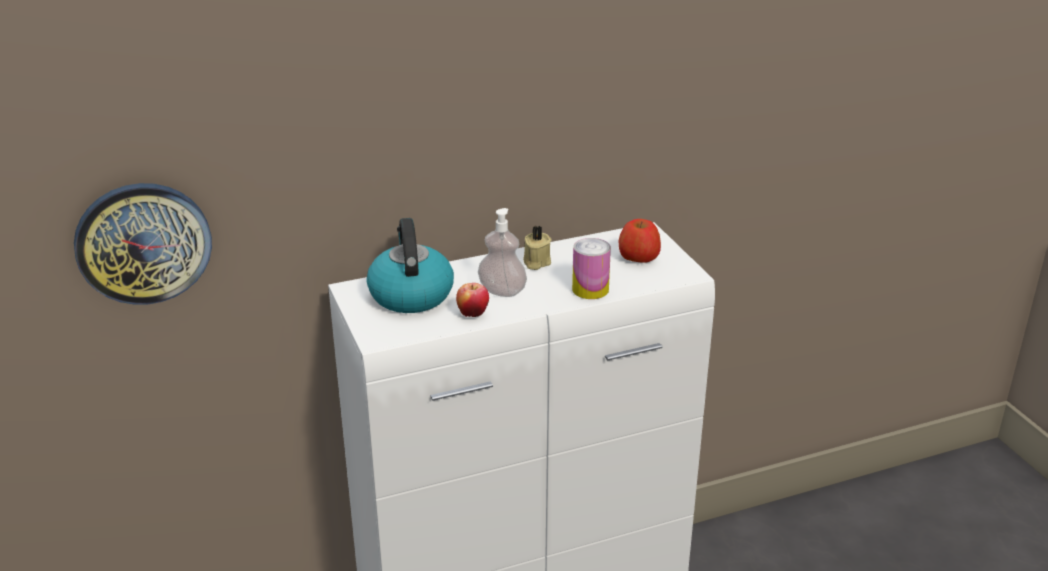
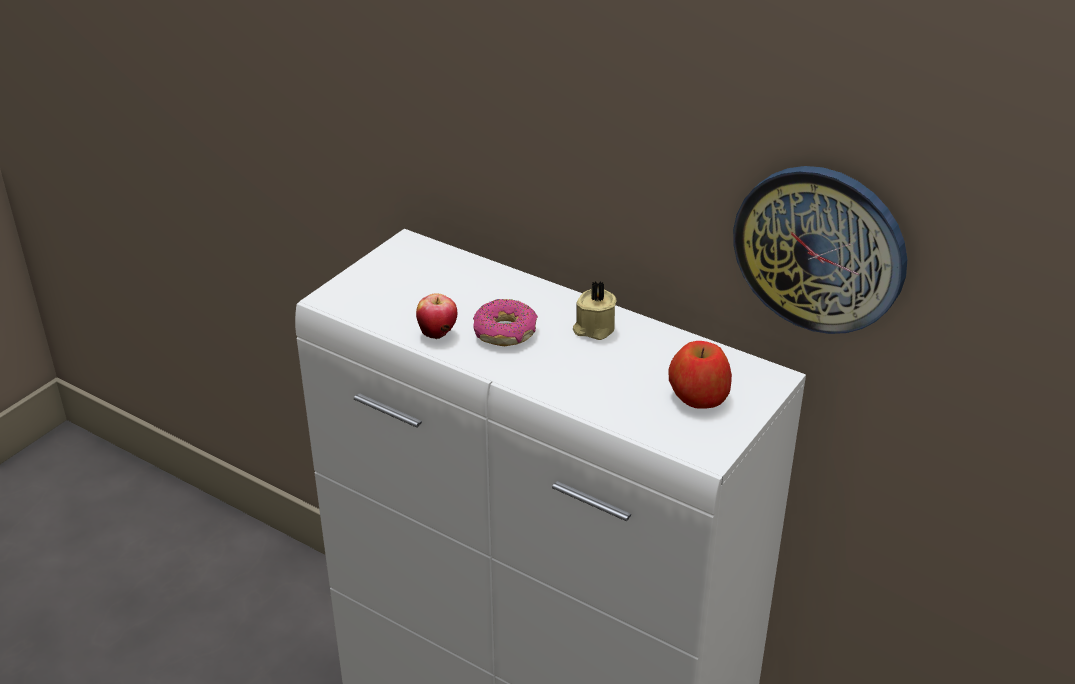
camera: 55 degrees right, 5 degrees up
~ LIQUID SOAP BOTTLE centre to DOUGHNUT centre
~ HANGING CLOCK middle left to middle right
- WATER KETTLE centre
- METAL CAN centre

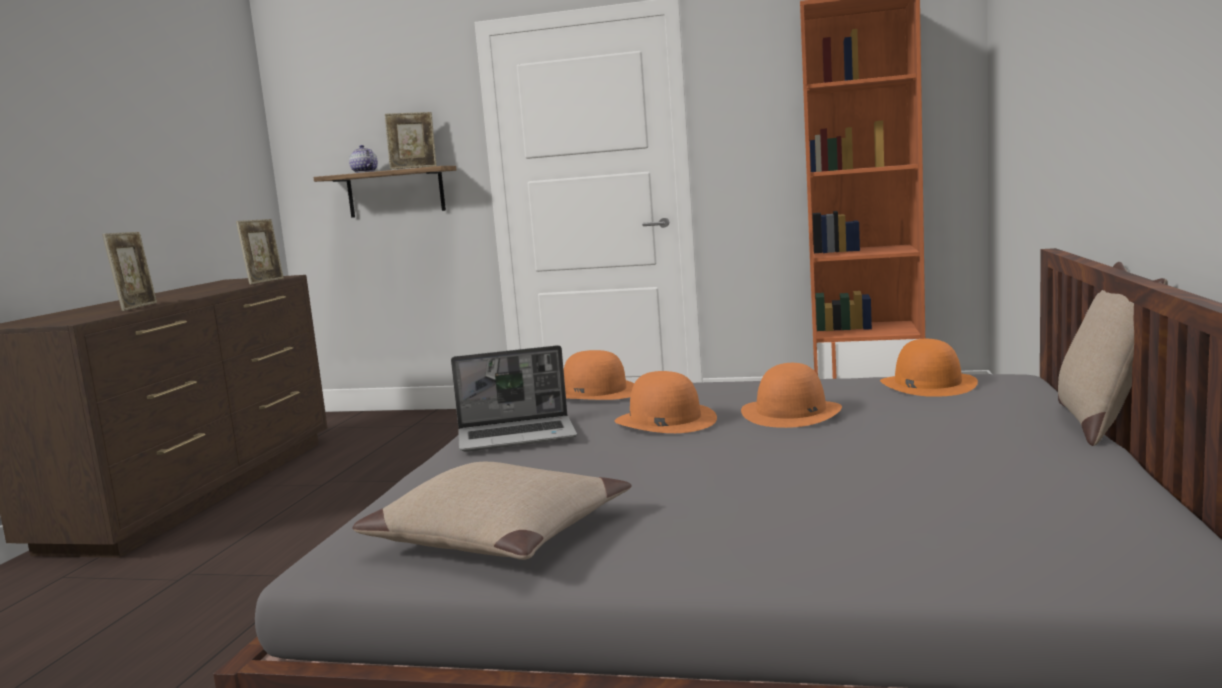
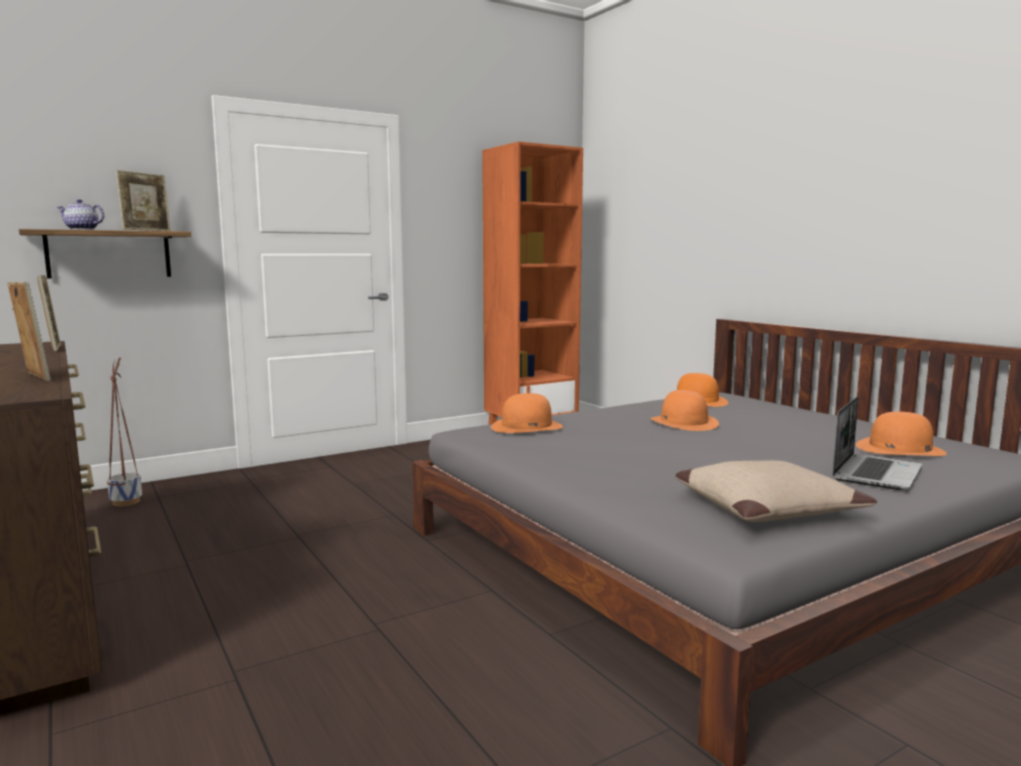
camera: 45 degrees left, 0 degrees up
+ PLANTER middle left
~ PORTABLE COMPUTER centre to middle right
~ ORANGE-COLOURED CLOTHING HAT (2nd from left in the first image) centre to ORANGE-COLOURED CLOTHING HAT (4th from left) middle right
- BEIGE-COLOURED CUSHION (2nd from left) middle right

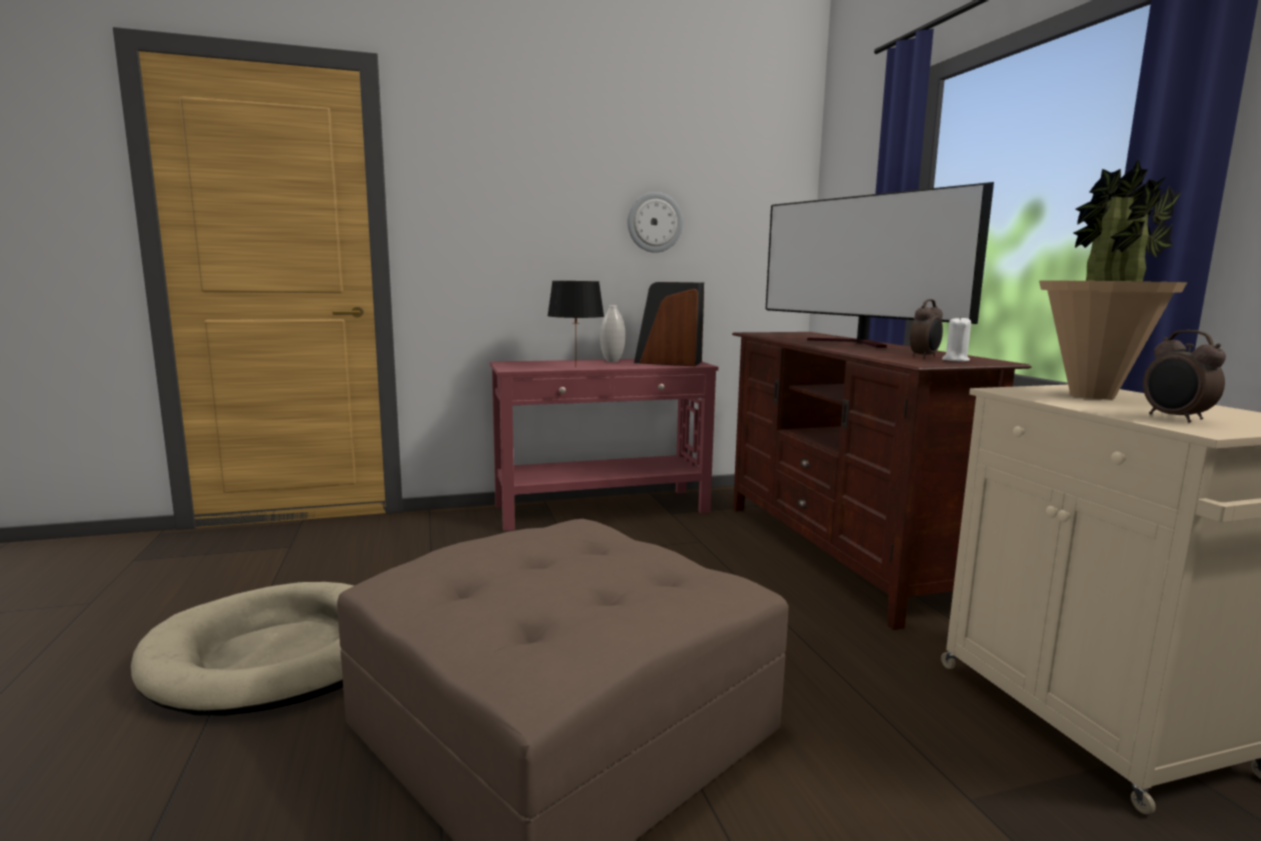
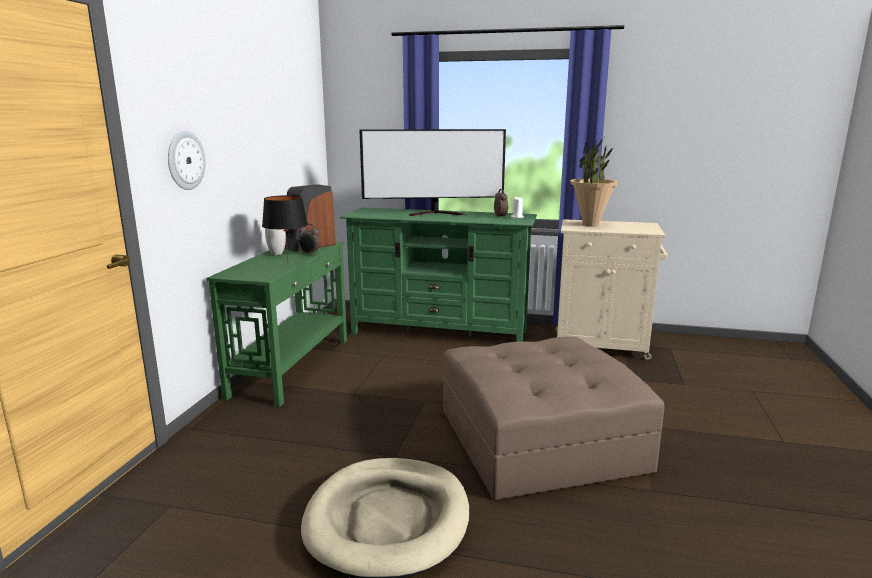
camera: 60 degrees left, 5 degrees up
~ HANGING CLOCK top centre to top left
~ REDDISH CONSOLE TABLE centre to GREENISH CONSOLE TABLE middle left
~ TABLE CLOCK (2nd from left in the first image) middle right to TABLE CLOCK (1st from left) centre
~ BROWN TV STAND middle right to GREENISH TV STAND centre

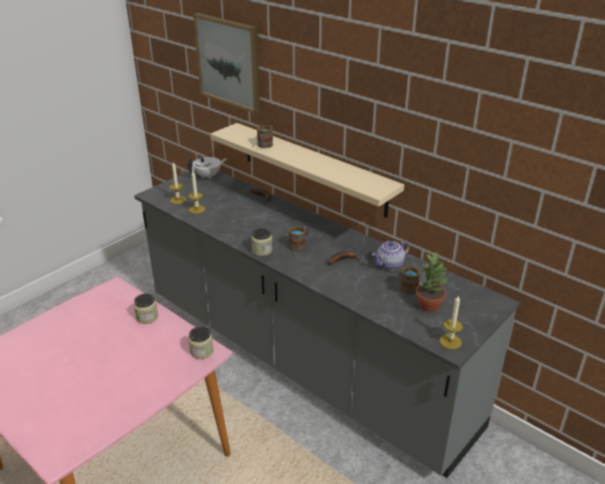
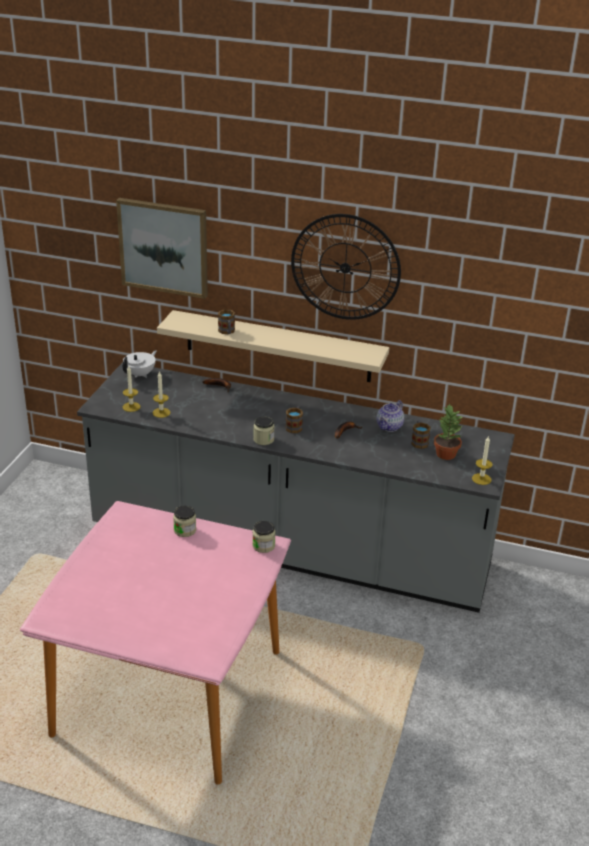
camera: 25 degrees left, 0 degrees up
+ HANGING CLOCK top centre

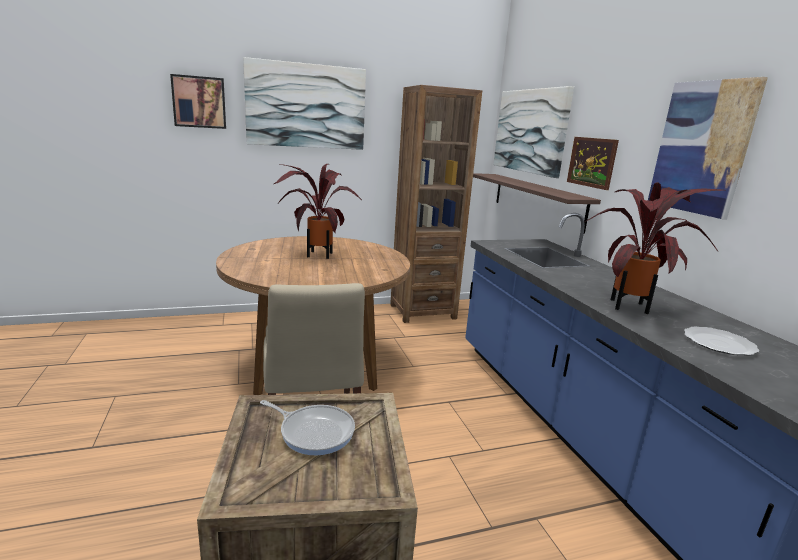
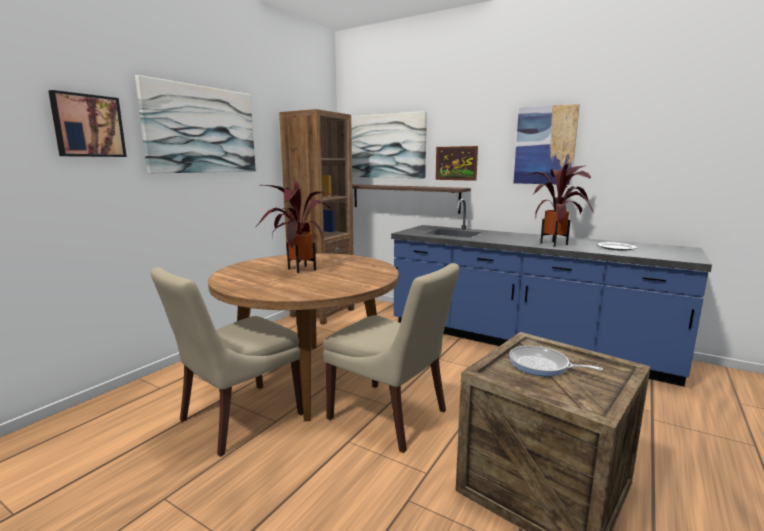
camera: 40 degrees left, 5 degrees down
+ BEIGE-COLOURED PLAIN CHAIR (1st from left) bottom left
~ SKILLET bottom centre = bottom right 135 degrees counterclockwise

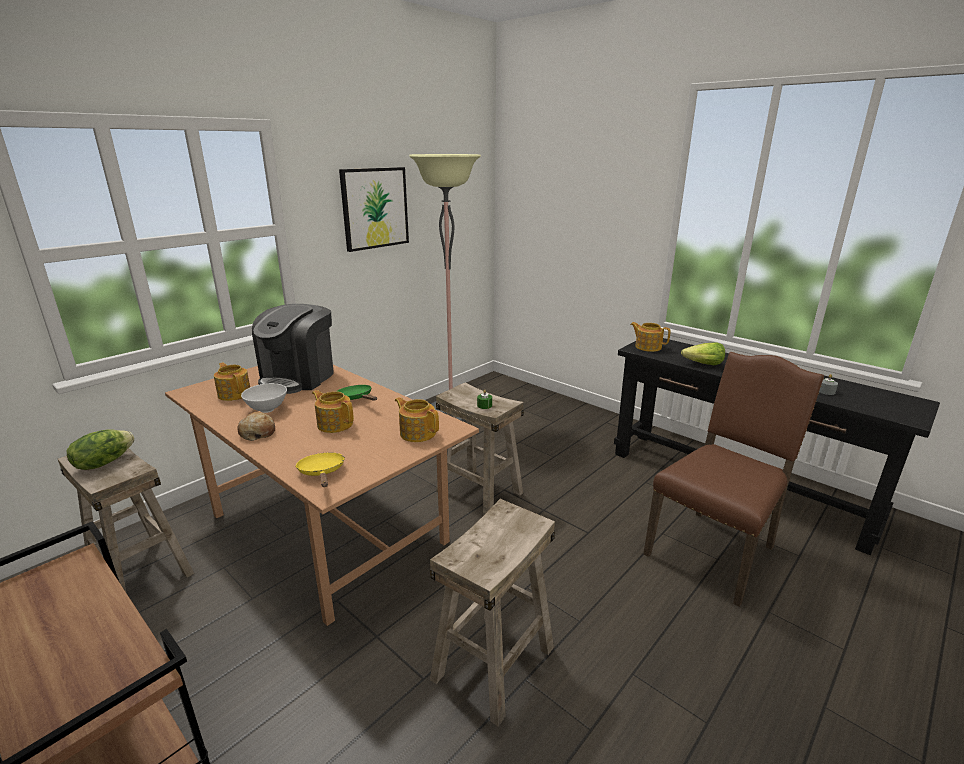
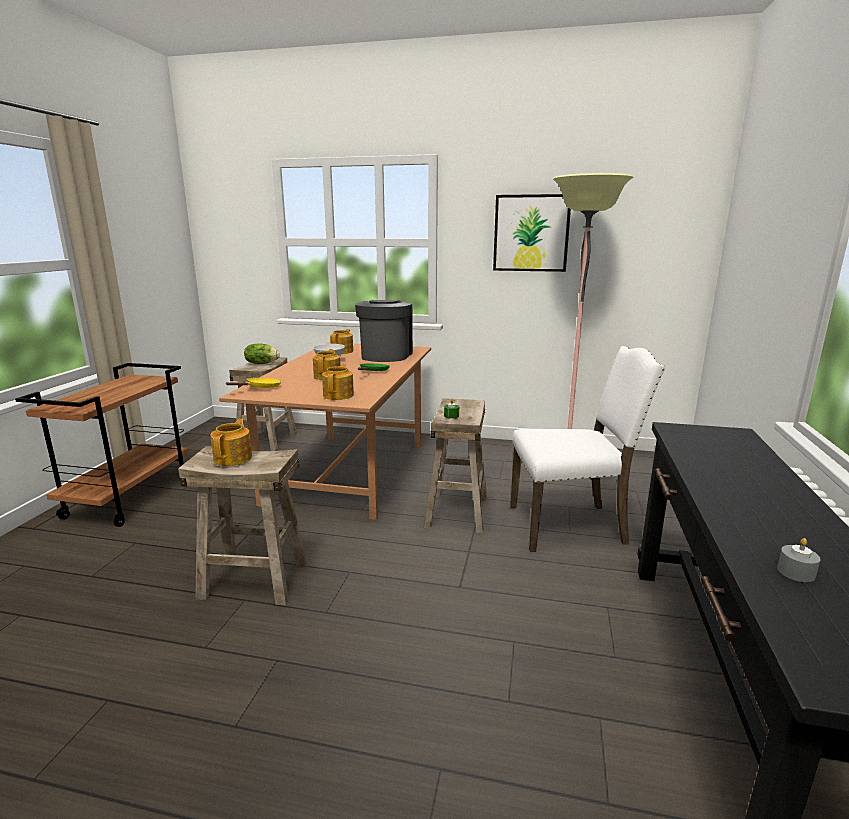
camera: 60 degrees right, 5 degrees down
~ TEAPOT (4th from left in the first image) middle right to TEAPOT (1st from left) middle left
~ COFFEE MACHINE middle left = centre 105 degrees clockwise
+ WHITISH PLAIN CHAIR middle right
- BREAD middle left
- BROWN PLAIN CHAIR middle right
- LETTUCE (2nd from left) middle right

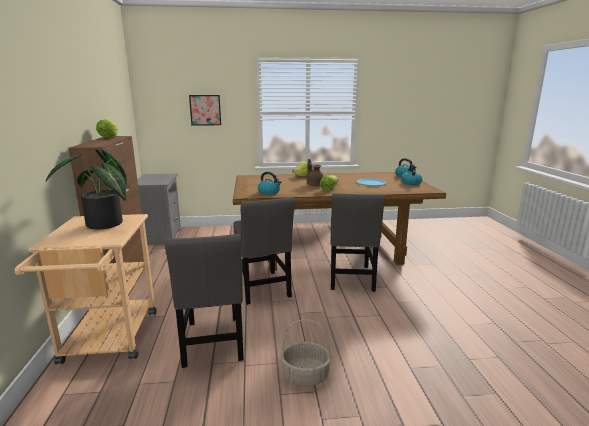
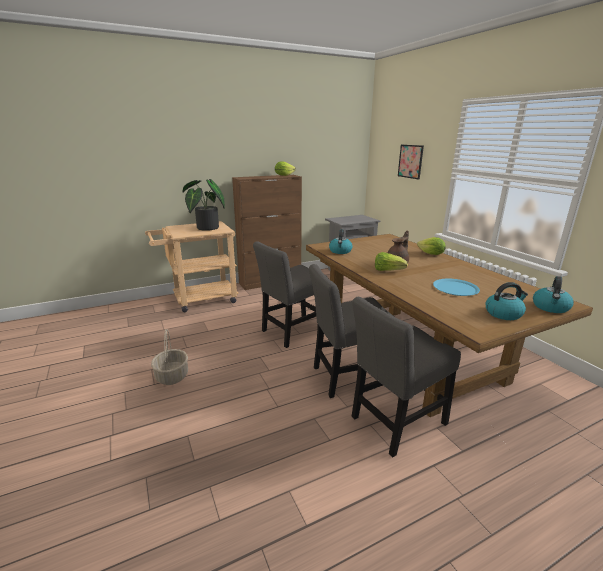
camera: 70 degrees right, 5 degrees up
~ GRAY PLAIN CHAIR (1st from left in the first image) bottom centre to GRAY PLAIN CHAIR (3rd from left) middle right

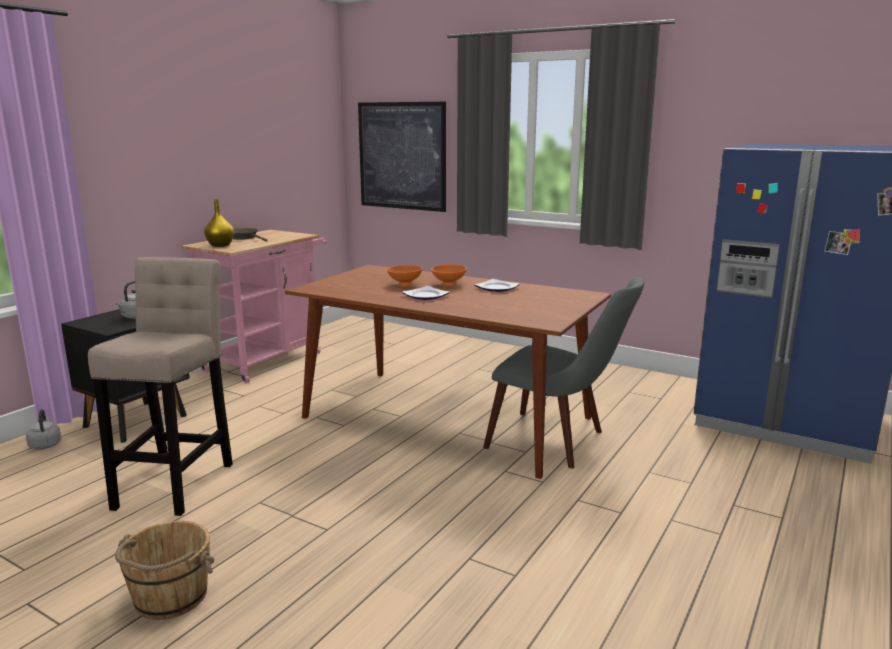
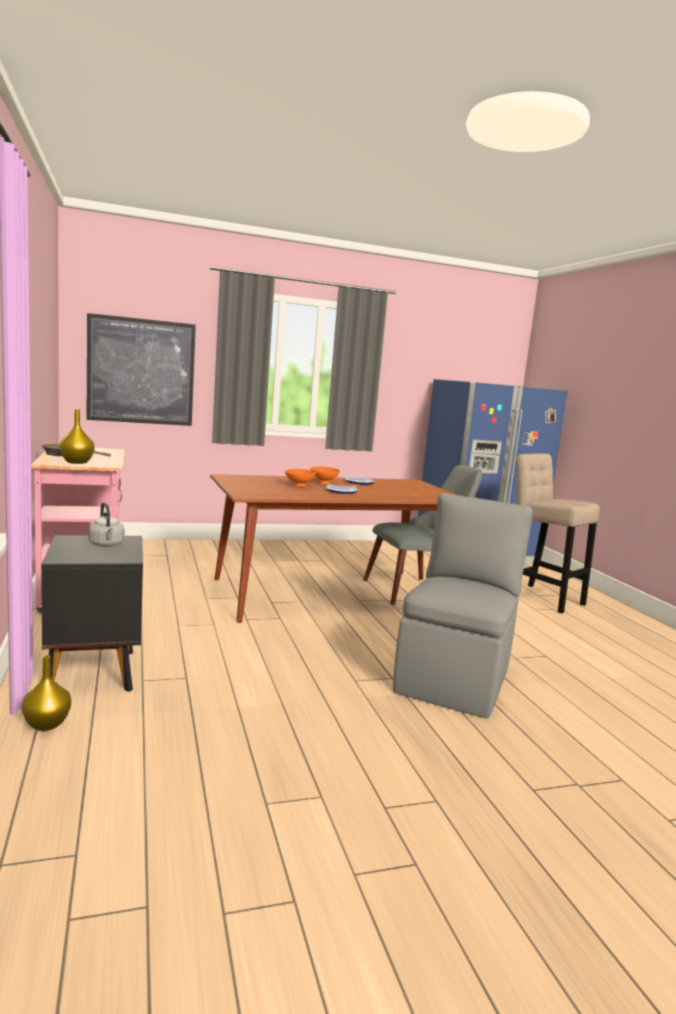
camera: 50 degrees left, 5 degrees down
~ GRAY WATER KETTLE (1st from left) middle left to YELLOW-COLOURED DECORATIVE VASE (1st from left) bottom left
+ GRAY PLAIN CHAIR (2nd from left) middle right
~ BEIGE-COLOURED STOOL middle left to middle right
- BROWN BUCKET bottom left

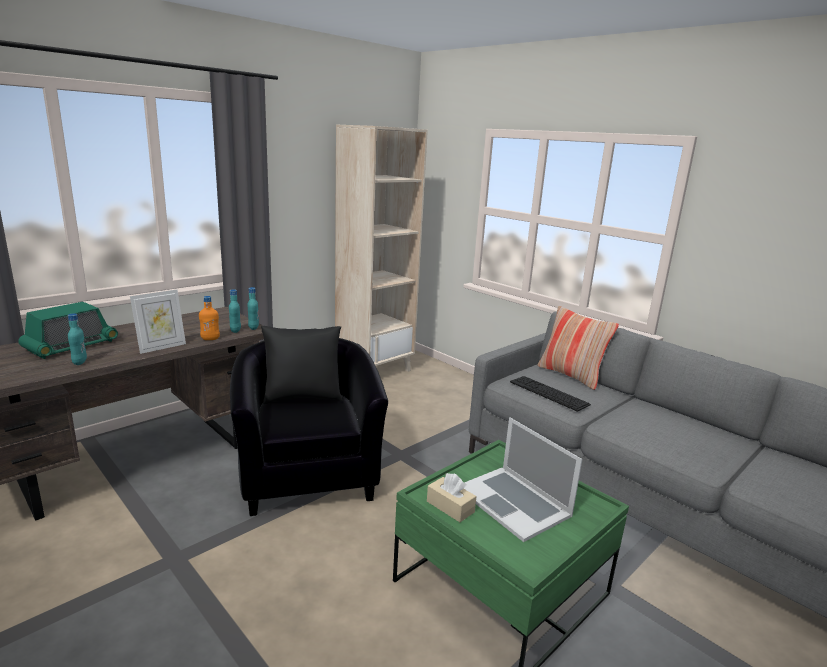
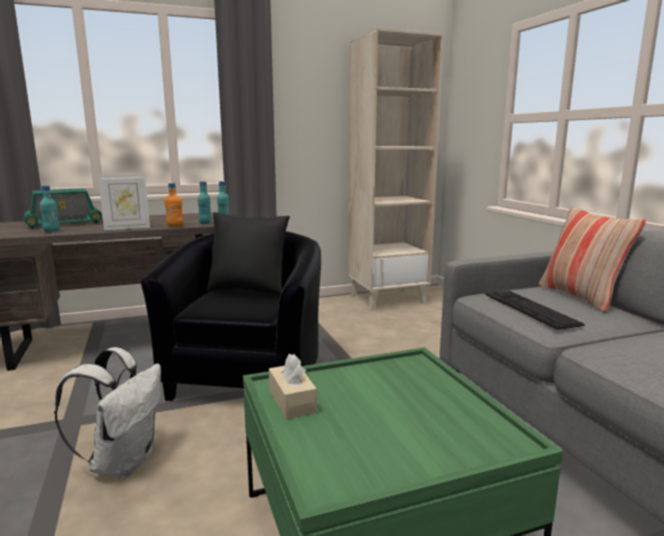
camera: 25 degrees right, 5 degrees down
+ WHITISH RUCKSACK bottom left
- PORTABLE COMPUTER bottom centre

